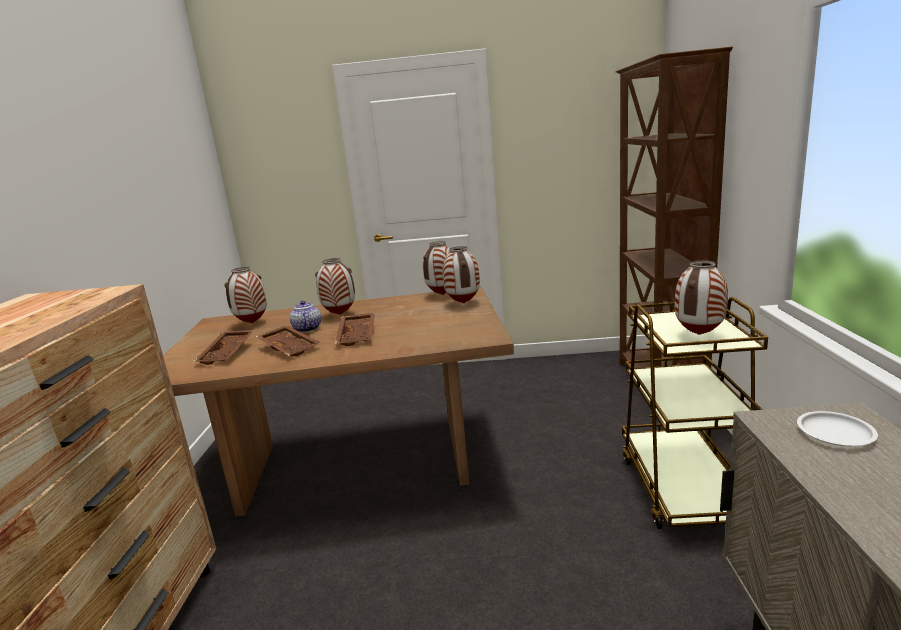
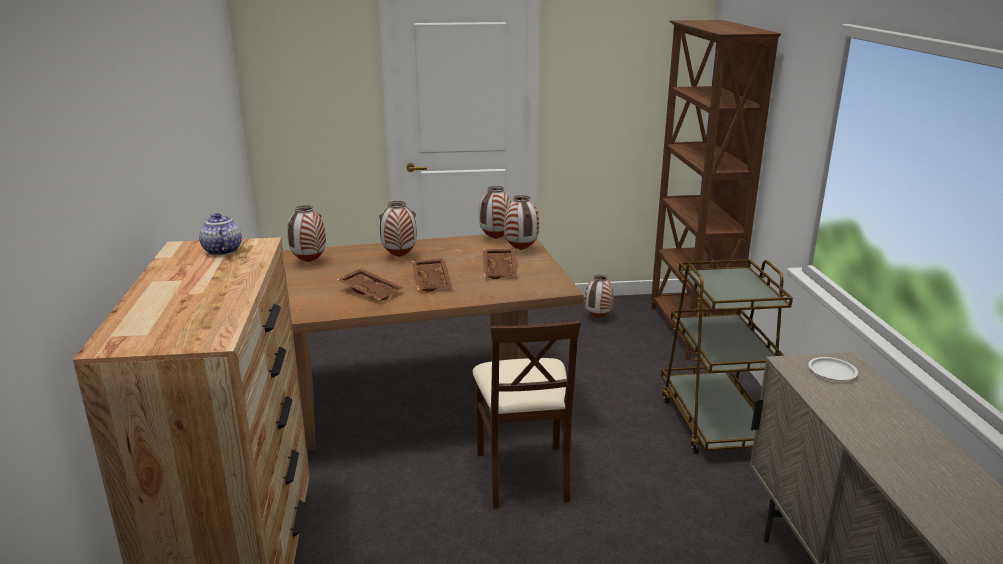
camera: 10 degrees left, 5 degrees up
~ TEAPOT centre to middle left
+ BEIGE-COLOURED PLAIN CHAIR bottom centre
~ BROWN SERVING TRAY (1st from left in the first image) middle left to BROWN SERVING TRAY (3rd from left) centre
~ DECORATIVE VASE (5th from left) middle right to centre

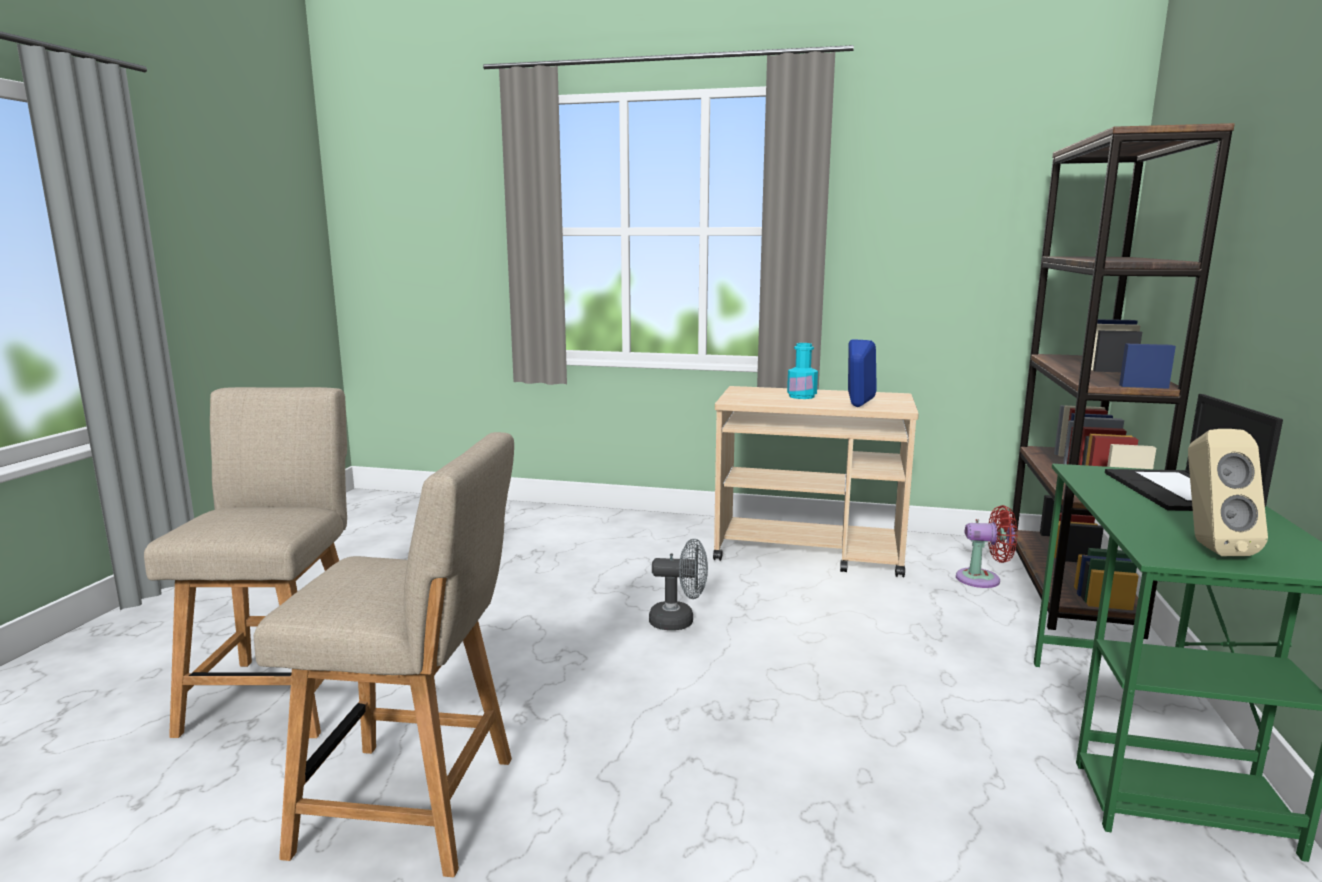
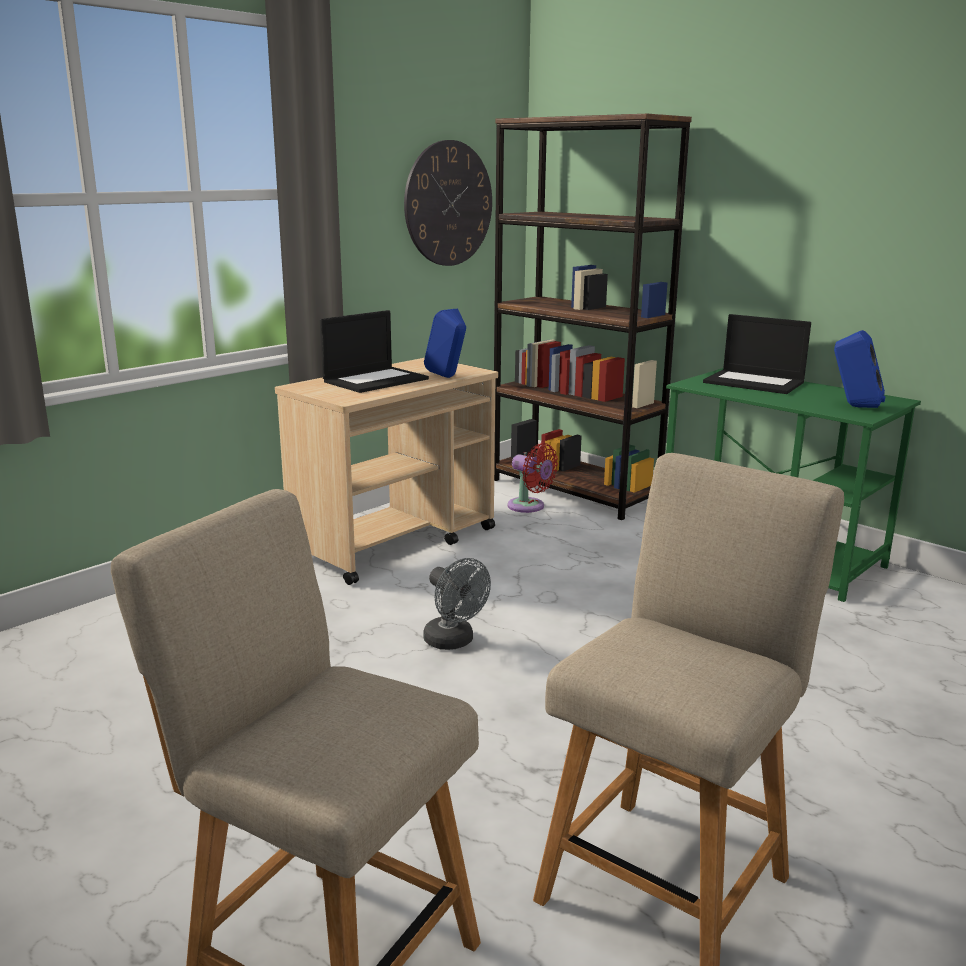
camera: 60 degrees left, 5 degrees up
~ TURQUOISE DRINK BOTTLE centre to PORTABLE COMPUTER (1st from left) centre
+ HANGING CLOCK top centre
~ GRAY FAN centre = centre 105 degrees clockwise
~ REDDISH FAN middle right = centre 90 degrees clockwise
~ BEIGE-COLOURED LOUDSPEAKER middle right to BLUE LOUDSPEAKER (2nd from left) middle right

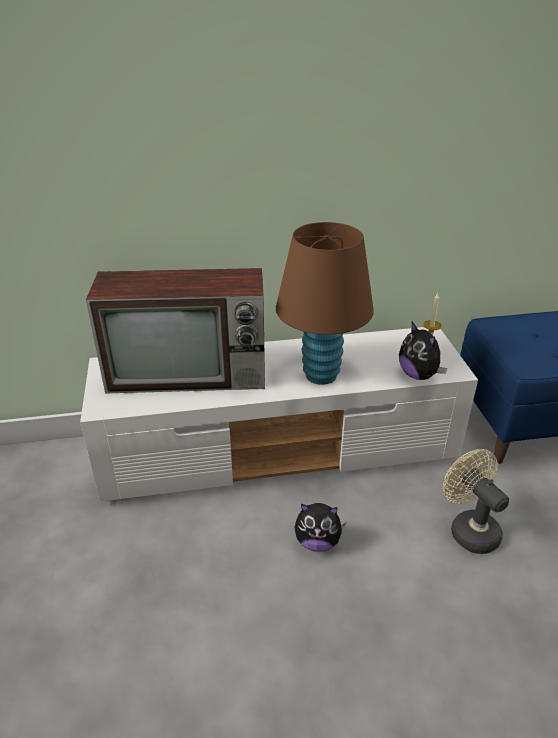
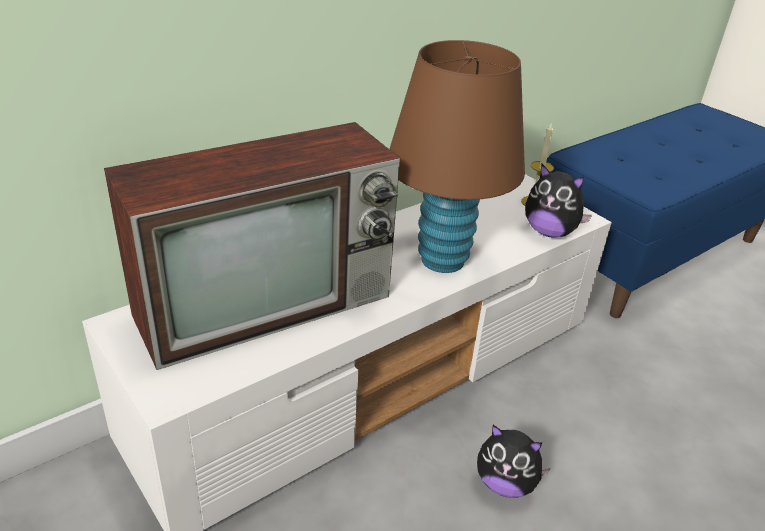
camera: 30 degrees left, 0 degrees up
~ CUDDLY TOY (1st from left) bottom centre = bottom right 45 degrees clockwise
- BEIGE-COLOURED FAN bottom right

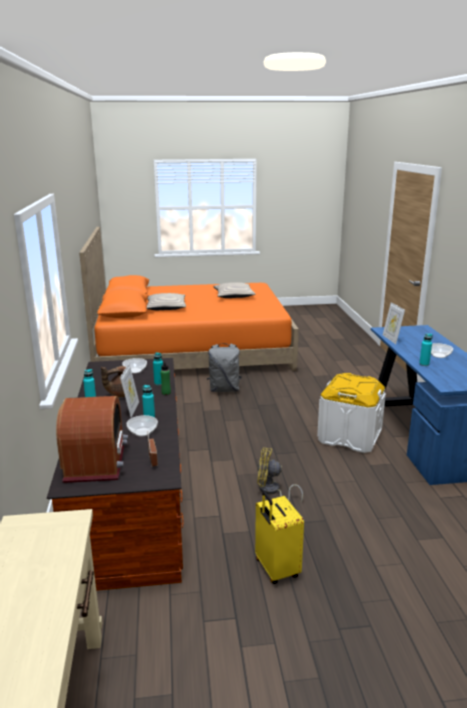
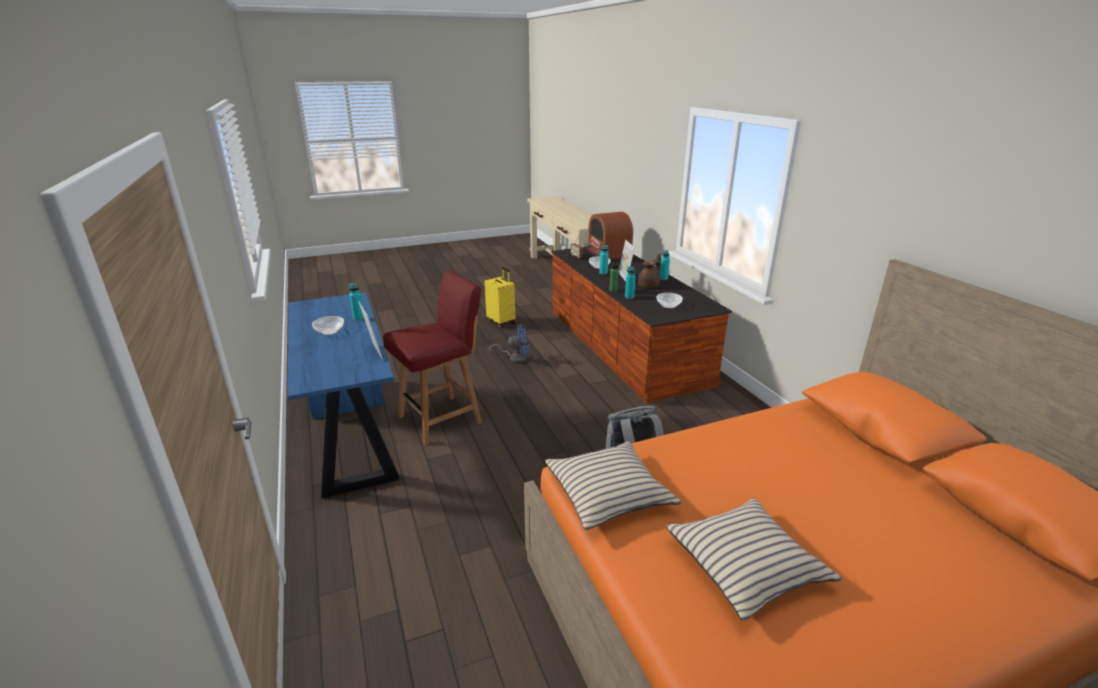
camera: 165 degrees right, 5 degrees up
~ WHITISH STORAGE BIN middle right to REDDISH PLAIN CHAIR centre
~ YELLOW-COLOURED FAN bottom centre to BLUE FAN centre
~ BEIGE-COLOURED CUSHION (1st from left) centre to bottom centre

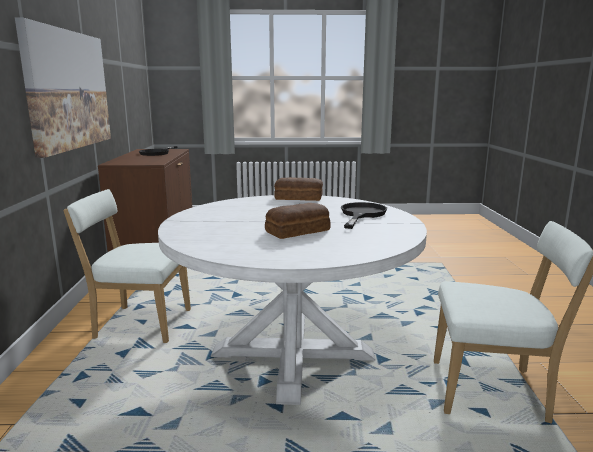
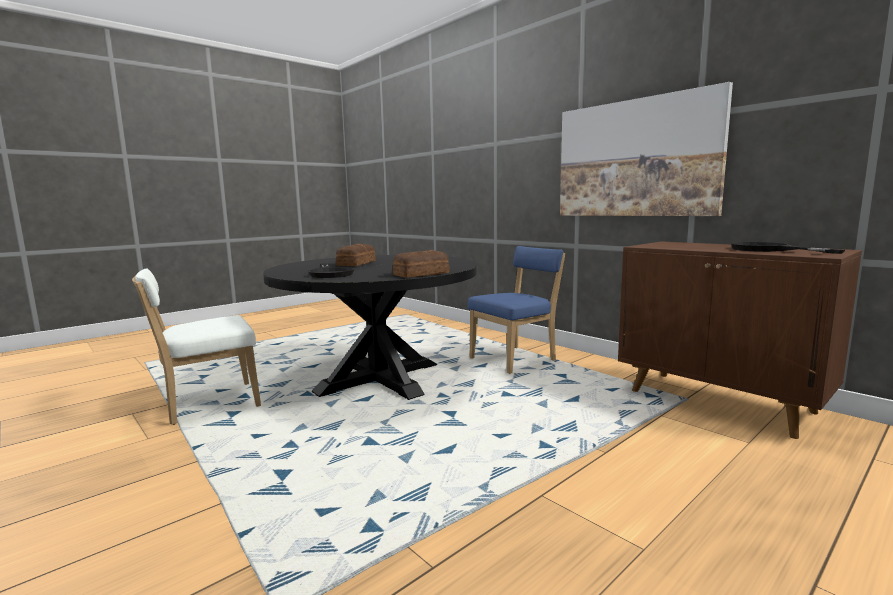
camera: 140 degrees right, 5 degrees down
~ WHITISH DINING TABLE centre to BLACK DINING TABLE centre
~ WHITISH PLAIN CHAIR (1st from left) middle left to BLUE PLAIN CHAIR centre

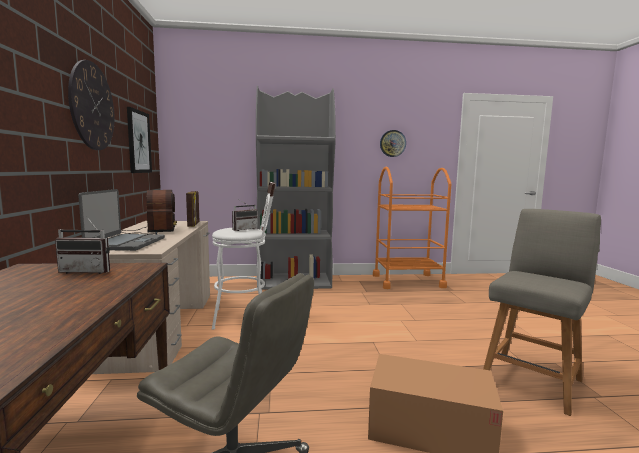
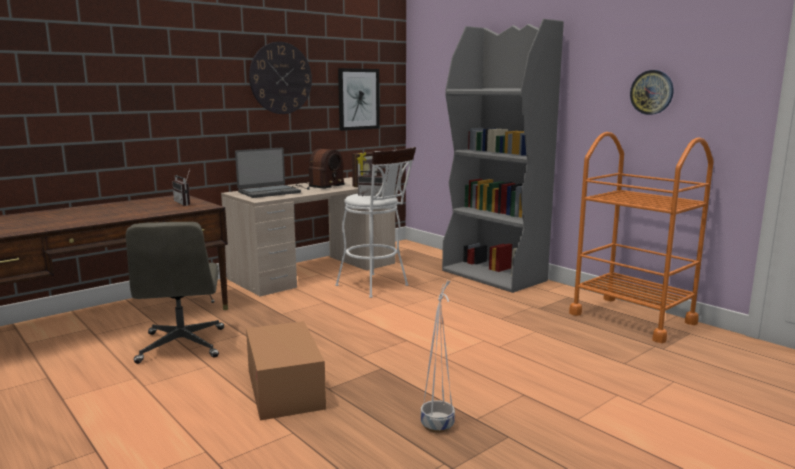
camera: 55 degrees right, 5 degrees up
~ GRAY PLAIN CHAIR bottom right to WHITISH PLANTER bottom centre

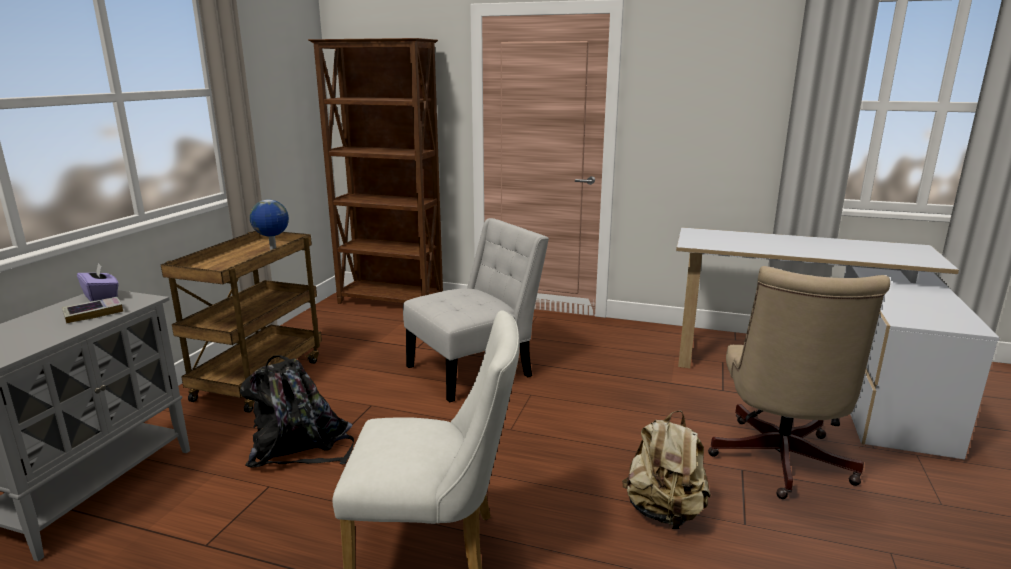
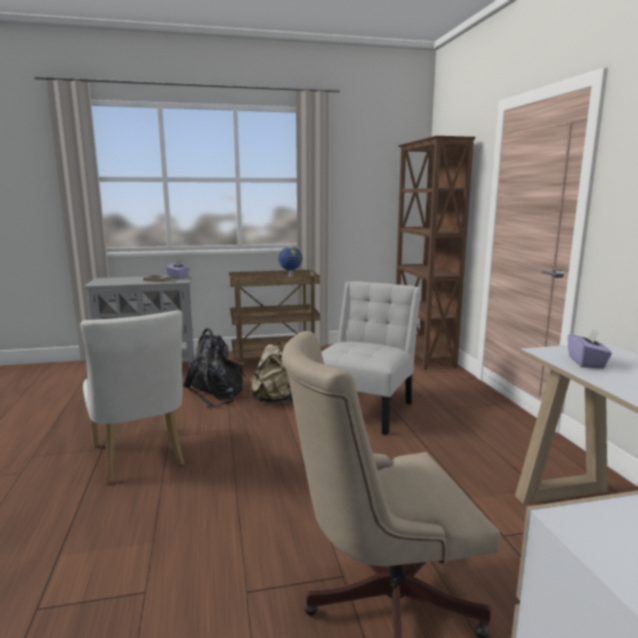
camera: 60 degrees right, 5 degrees down
~ BEIGE-COLOURED RUCKSACK bottom centre to centre
~ WHITISH PLAIN CHAIR (2nd from left) centre = centre 90 degrees counterclockwise
+ PURPLE BOX OF TISSUES (2nd from left) middle right

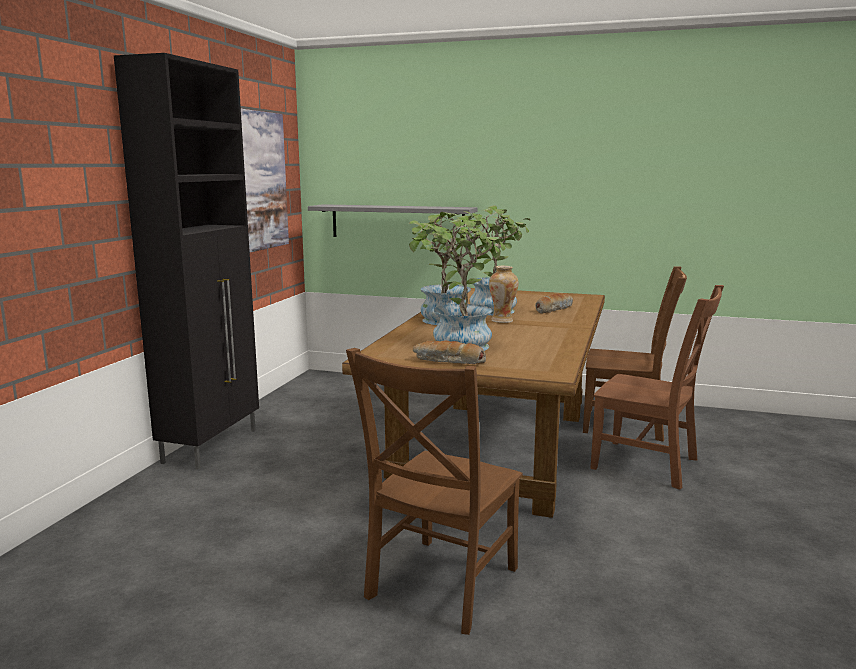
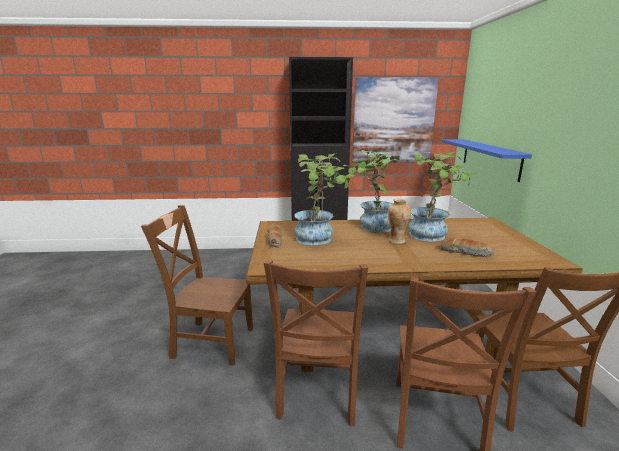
camera: 70 degrees right, 5 degrees up
+ BROWN PLAIN CHAIR (2nd from left) bottom centre
~ GRAY SHELF top centre to BLUE SHELF middle right

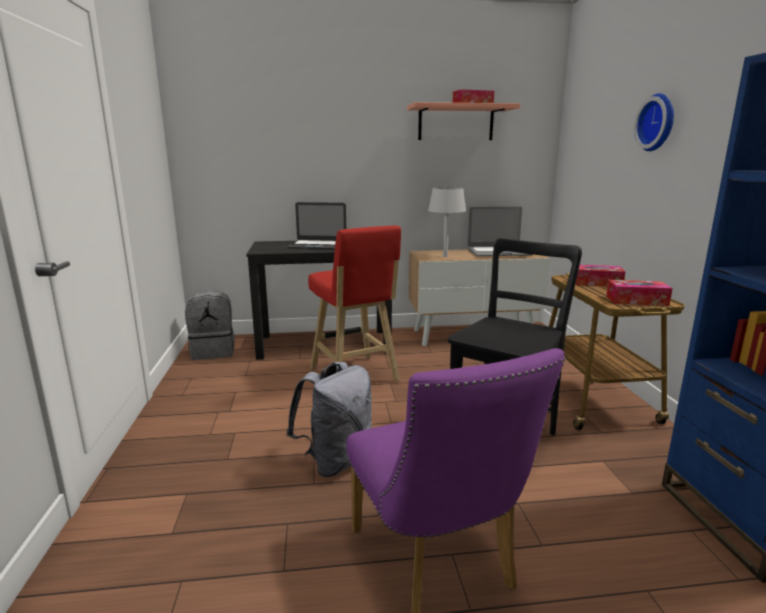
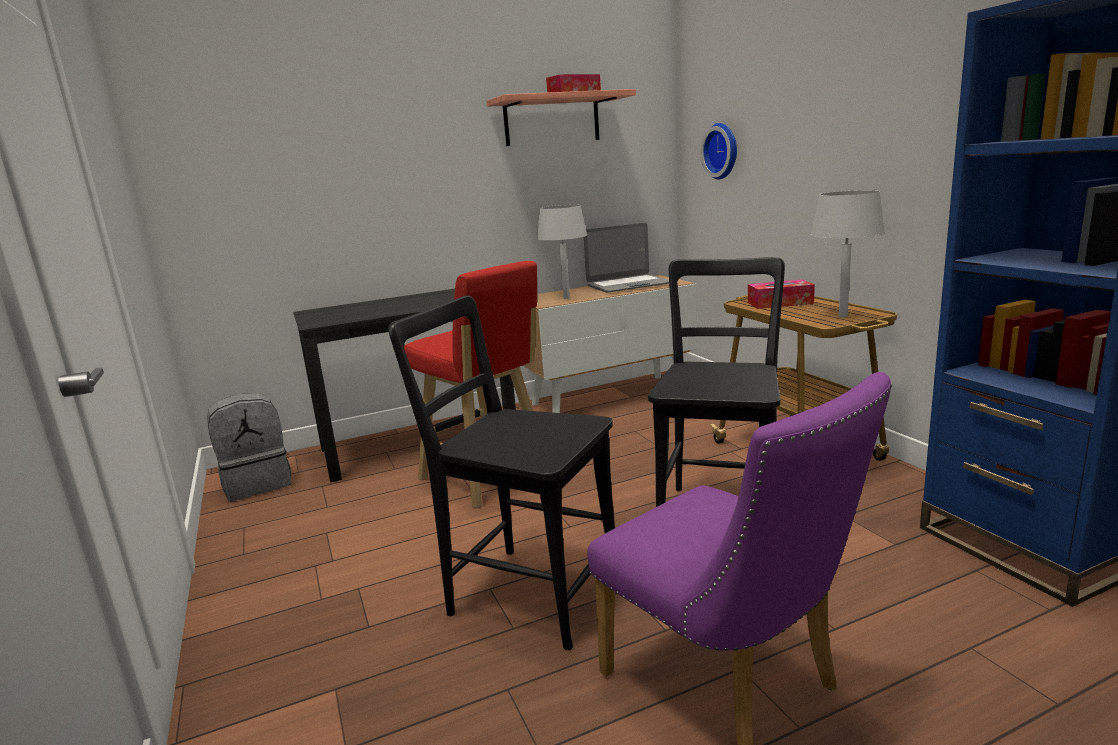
camera: 15 degrees left, 0 degrees up
~ GRAY RUCKSACK (2nd from left) bottom centre to BLACK PLAIN CHAIR (1st from left) centre
~ HANGING CLOCK top right to top centre
~ BOX OF TISSUES (3rd from left) middle right to GRAY TABLE LAMP (2nd from left) middle right
- PORTABLE COMPUTER (1st from left) centre

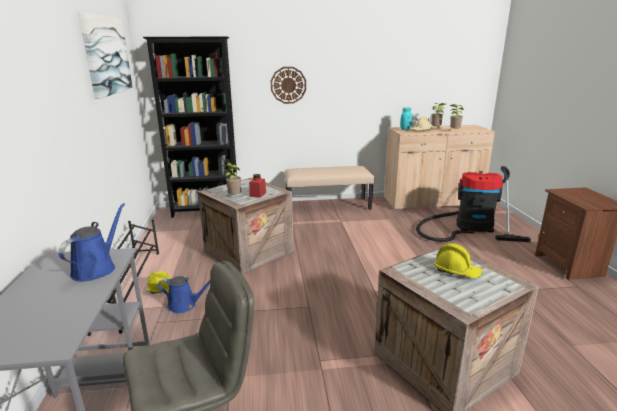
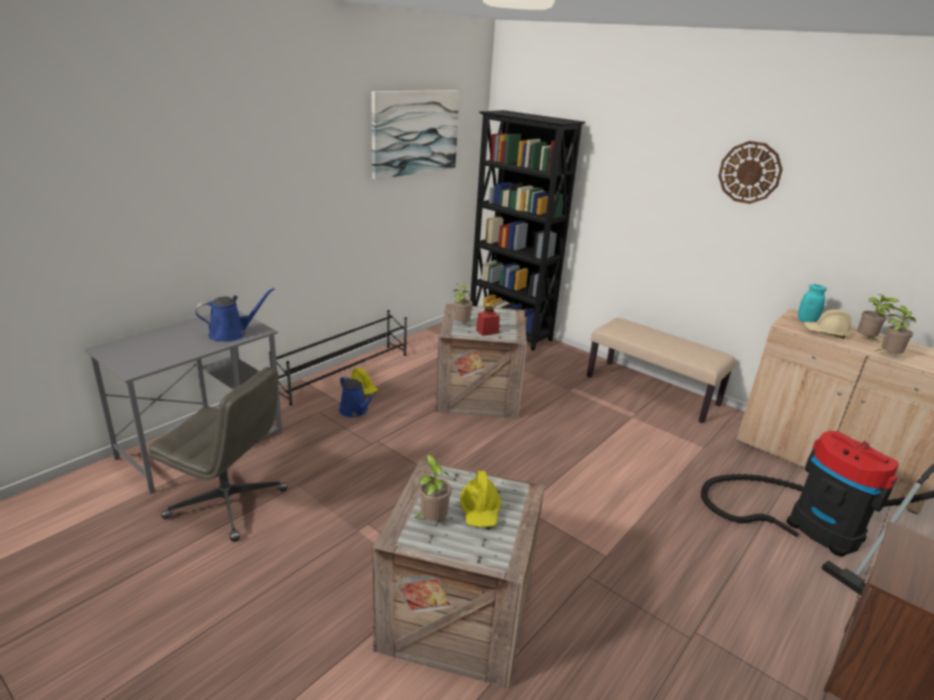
camera: 45 degrees right, 5 degrees up
+ PLANT IN A POT (1st from left) bottom centre
~ HANGING CLOCK top centre to top right

